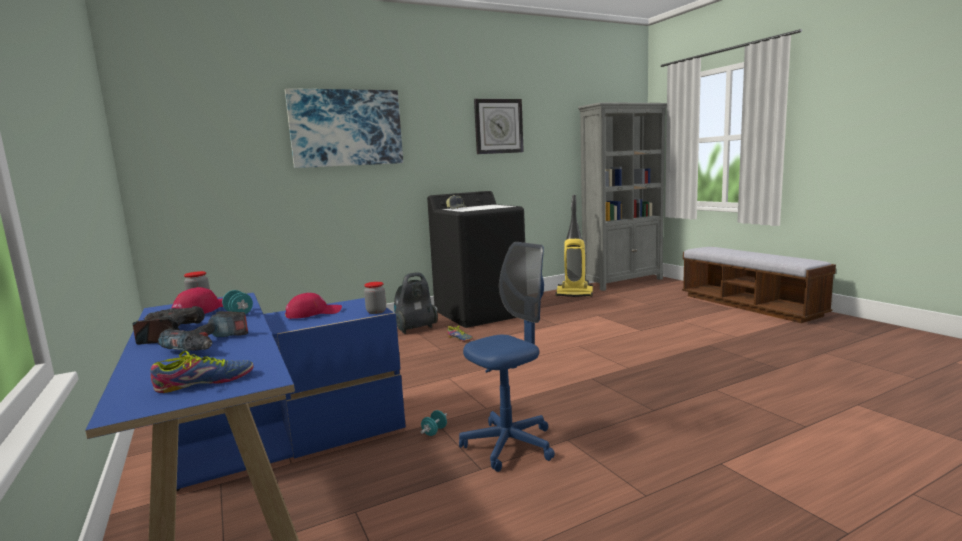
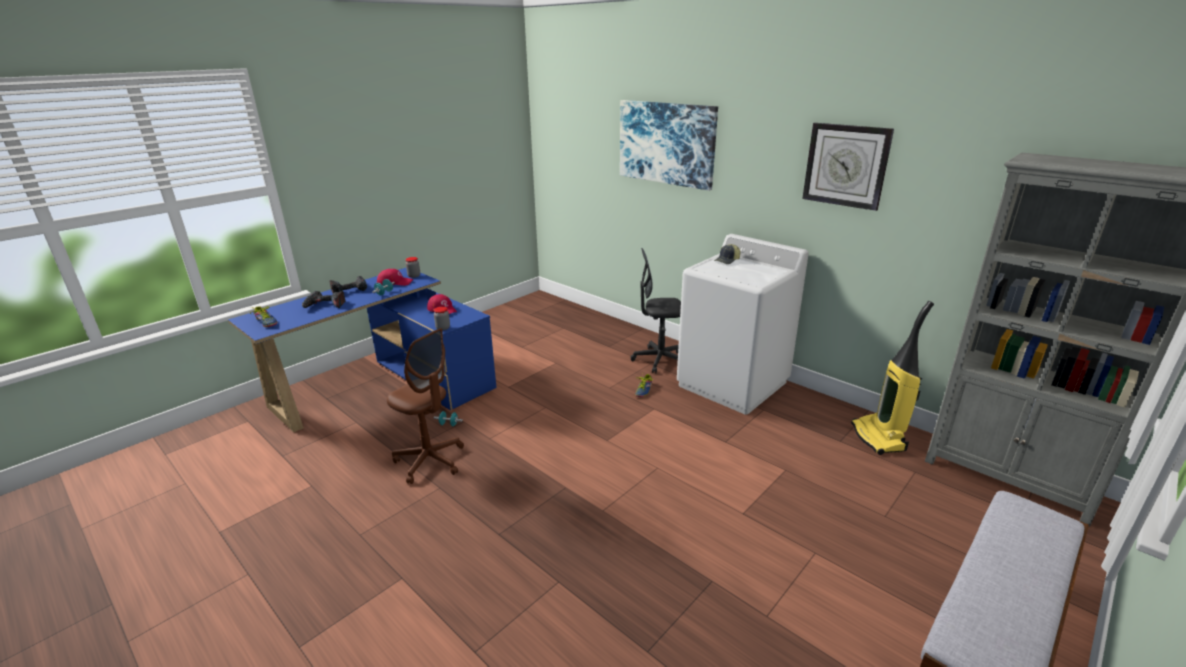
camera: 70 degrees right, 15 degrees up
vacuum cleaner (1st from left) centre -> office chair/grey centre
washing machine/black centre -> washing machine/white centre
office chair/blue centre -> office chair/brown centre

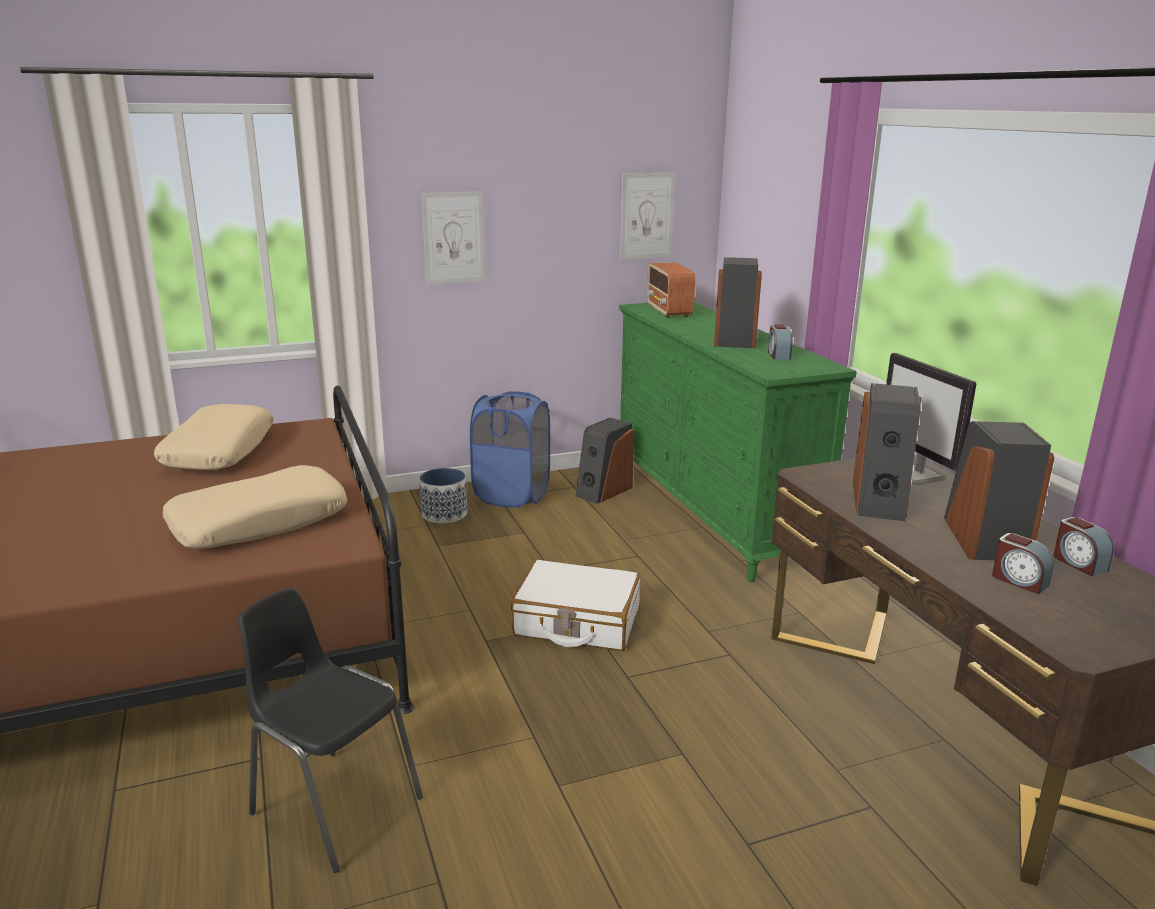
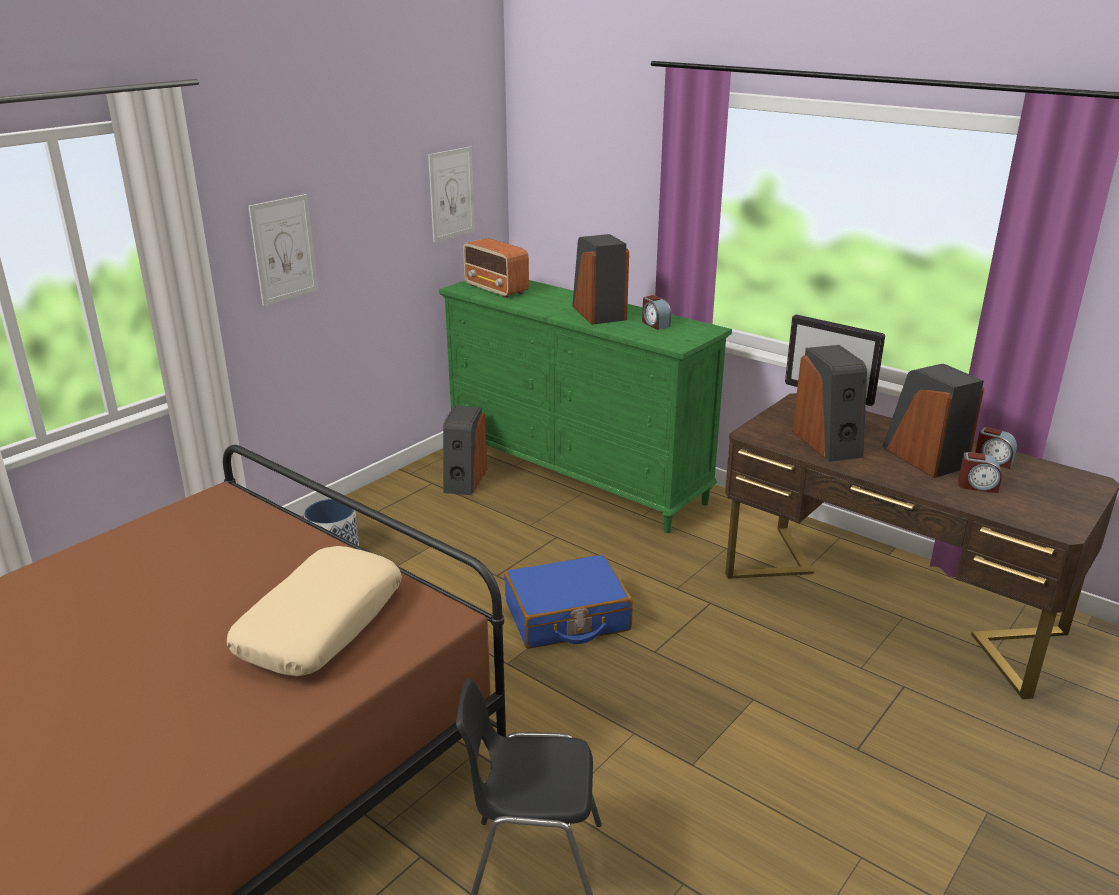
camera: 30 degrees left, 5 degrees up
pillow/beige (1st from left) middle left -> none
laundry basket/blue centre -> none
suitcase/white centre -> suitcase/blue bottom centre

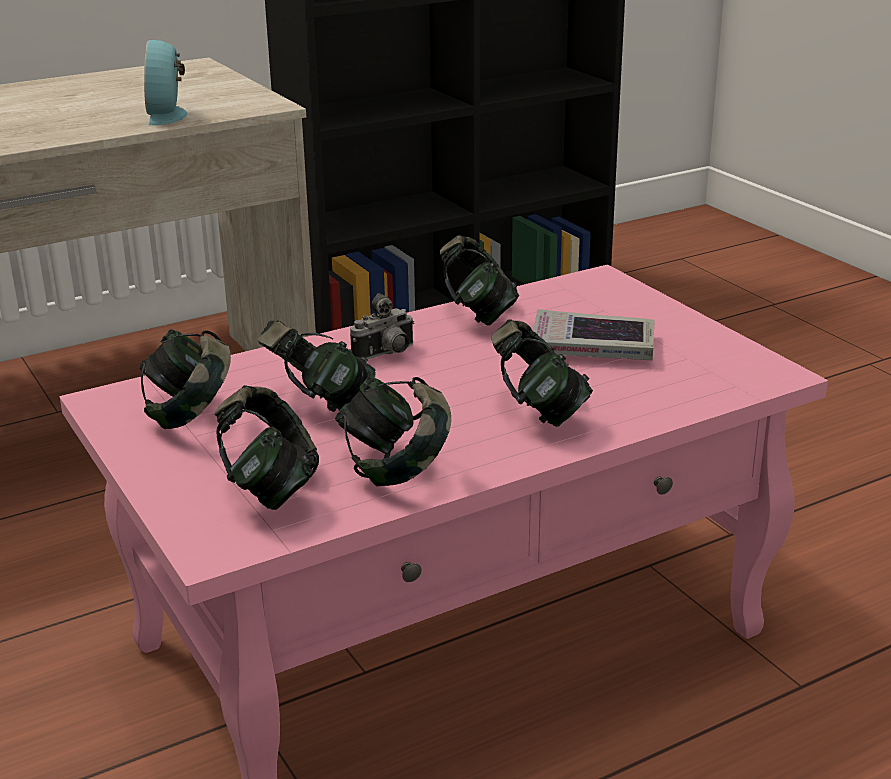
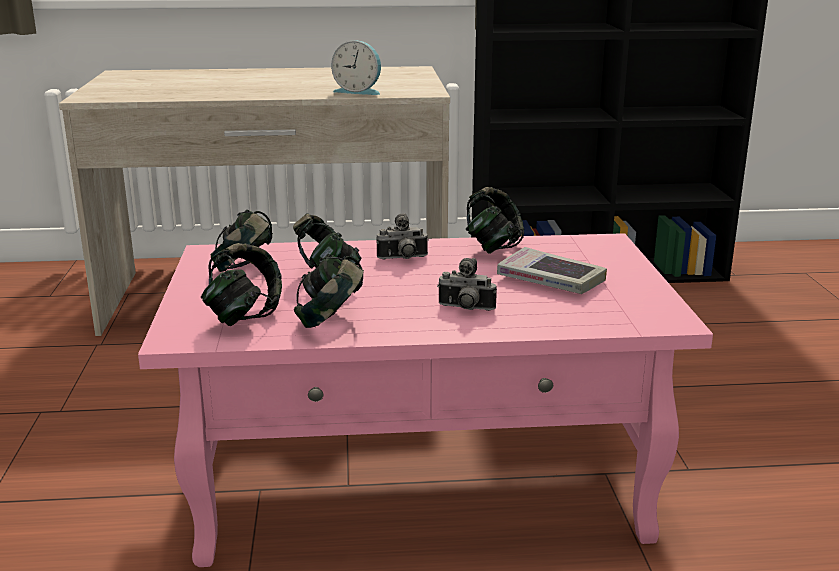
camera: 25 degrees right, 5 degrees down
headphones (6th from left) centre -> photo camera (2nd from left) centre
alarm clock top left -> alarm clock top centre, 90 degrees counterclockwise

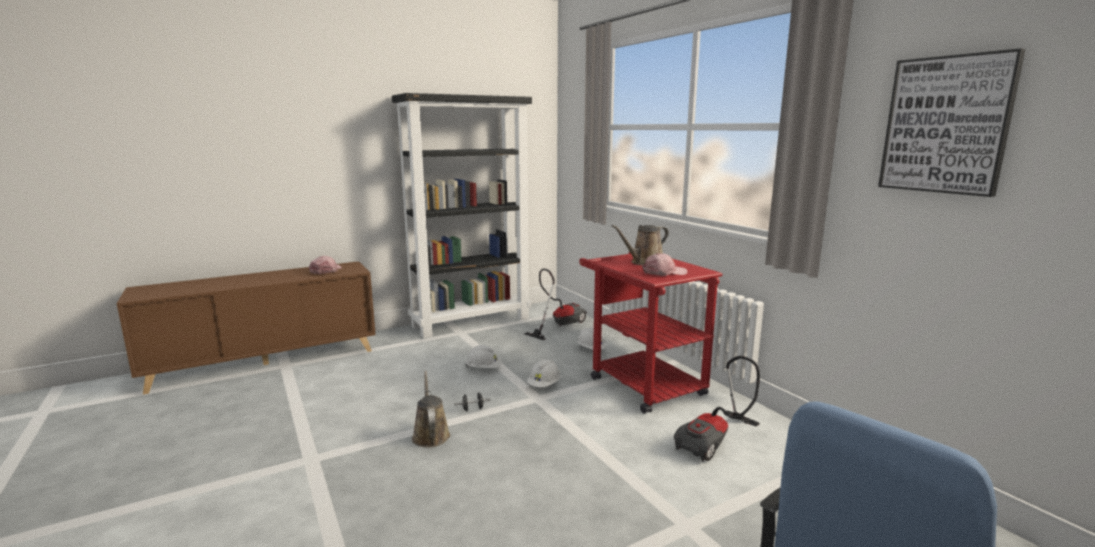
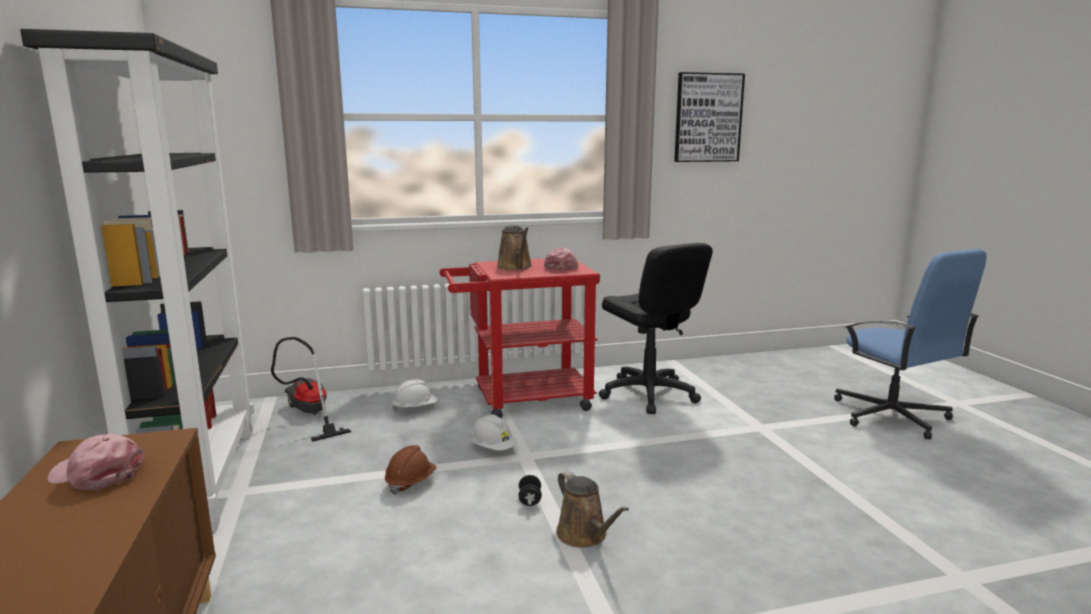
camera: 75 degrees left, 0 degrees up
vacuum cleaner (2nd from left) bottom centre -> office chair/black centre
hard hat/white (1st from left) centre -> hard hat/brown bottom centre
watering can/brown (1st from left in the first image) bottom centre -> watering can/brown (2nd from left) bottom centre, 120 degrees counterclockwise

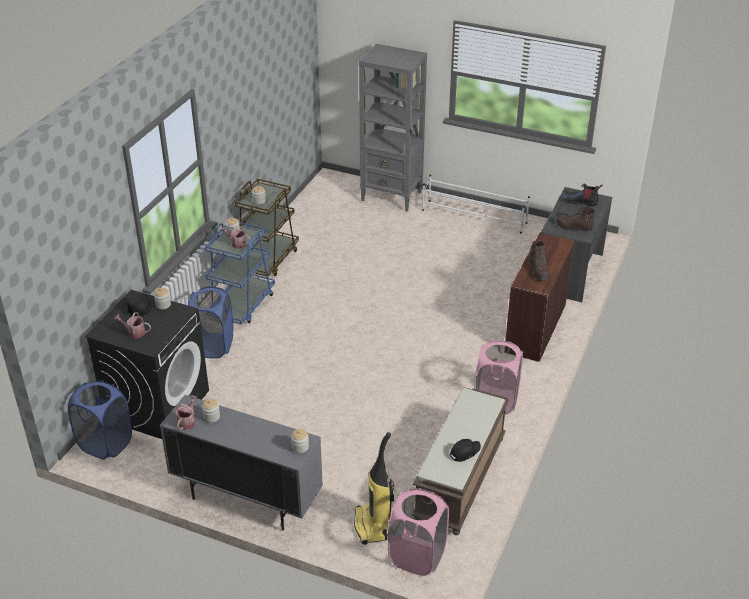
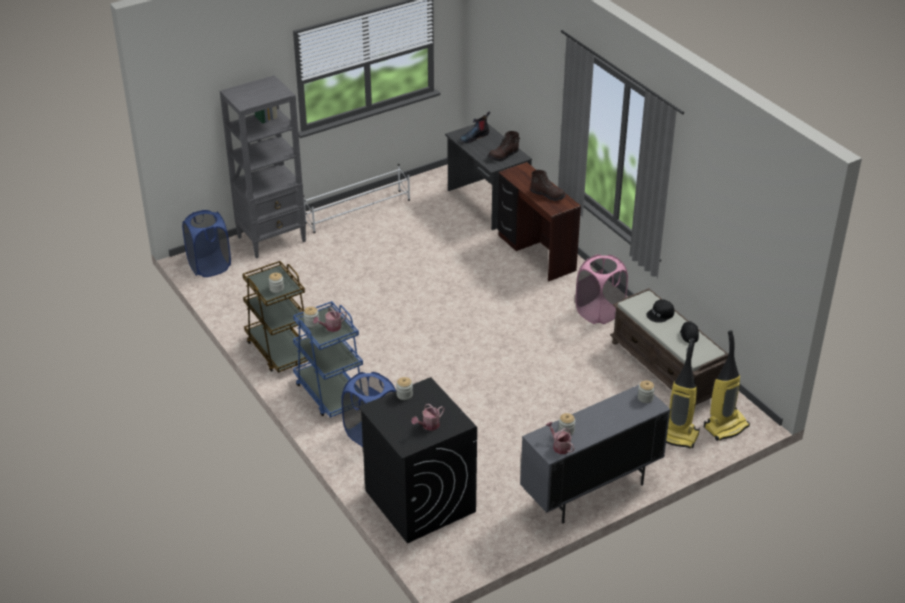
camera: 55 degrees left, 0 degrees up
laundry basket/blue (1st from left) bottom left -> laundry basket/blue (1st from left) middle left, move
cap/black (1st from left) middle left -> cap/black (1st from left) middle right, move
laundry basket/pink (1st from left) bottom centre -> vacuum cleaner (2nd from left) middle right

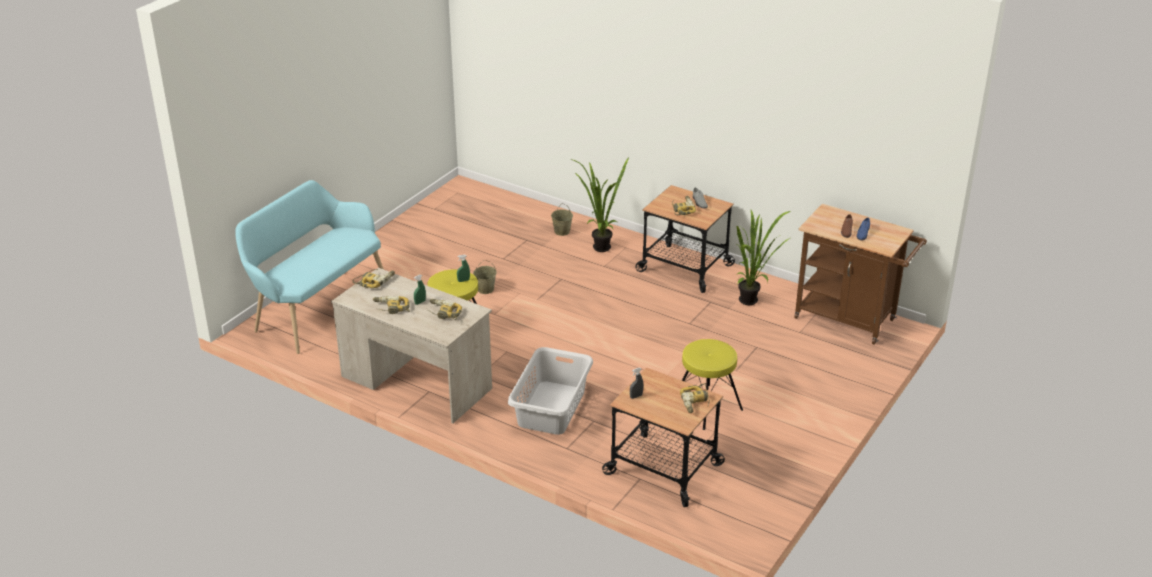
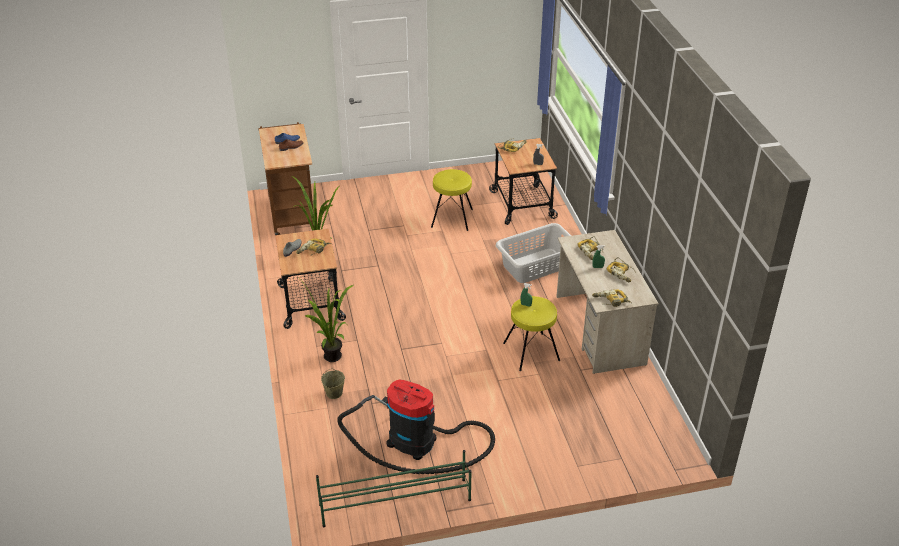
camera: 135 degrees left, 5 degrees up
bench/turquoise middle left -> none
bucket/beige (1st from left) centre -> none
none -> shoe rack/green bottom centre
none -> vacuum cleaner bottom centre

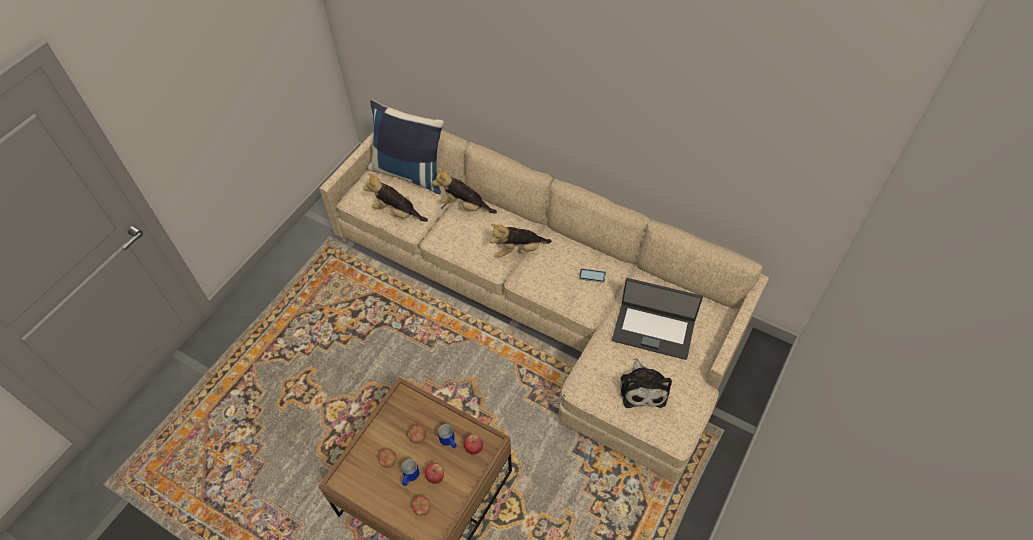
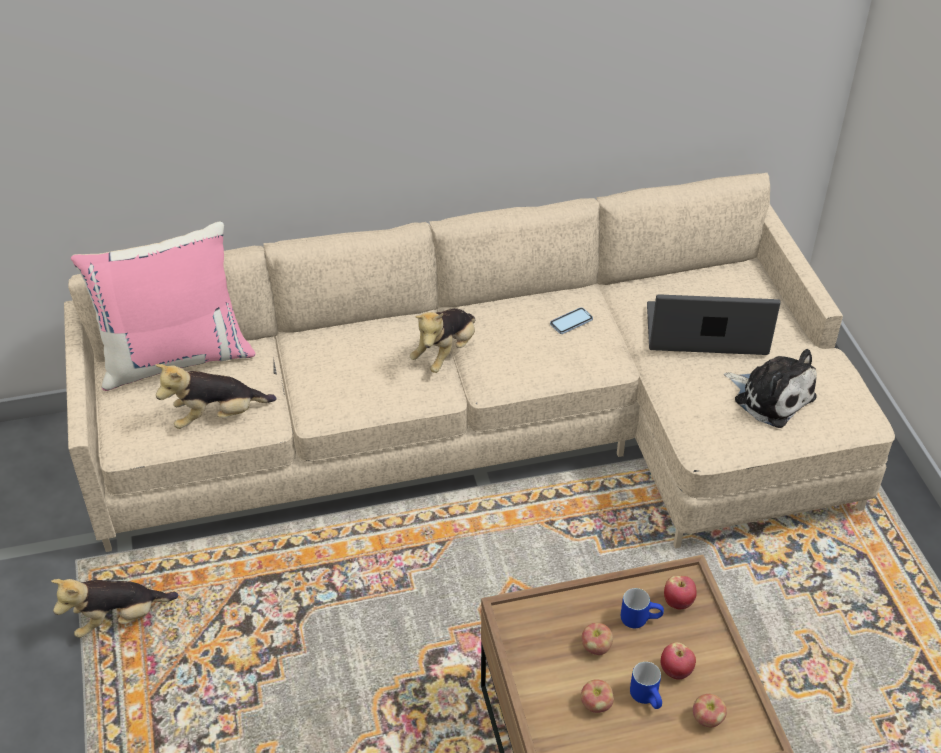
camera: 45 degrees left, 10 degrees down
plush toy (2nd from left in the first image) centre -> plush toy (1st from left) bottom left, move
pillow/blue top centre -> pillow/pink middle left
laptop centre -> laptop middle right, 150 degrees counterclockwise

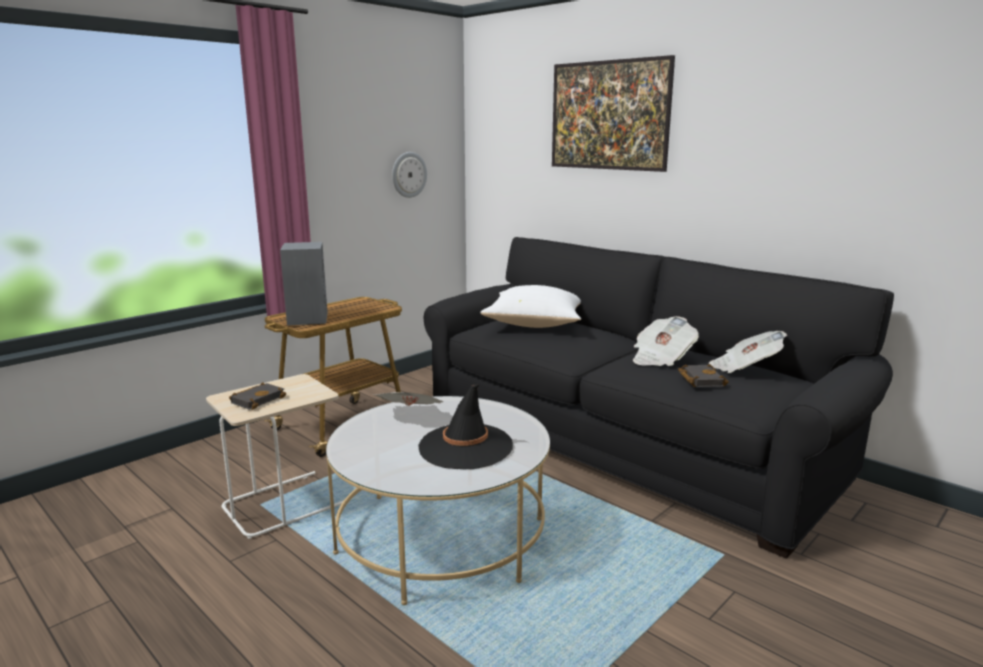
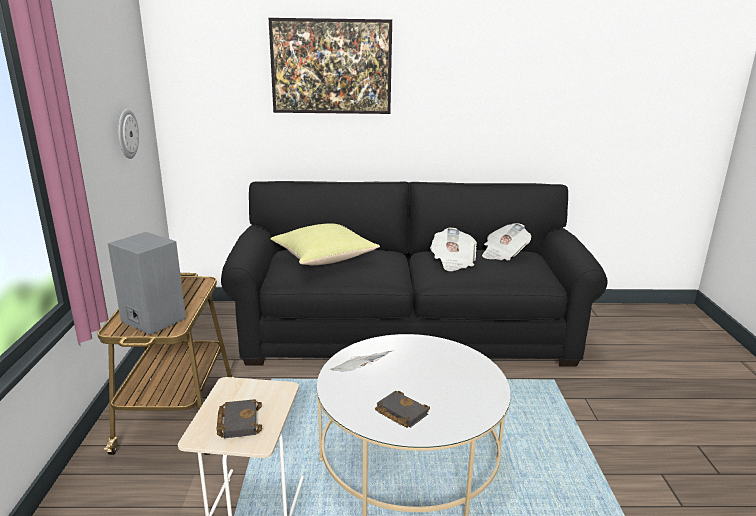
camera: 45 degrees left, 5 degrees up
hat/black centre -> none
book/black (2nd from left) middle right -> book/black (2nd from left) bottom centre, move
pillow/white centre -> pillow/yellow centre

